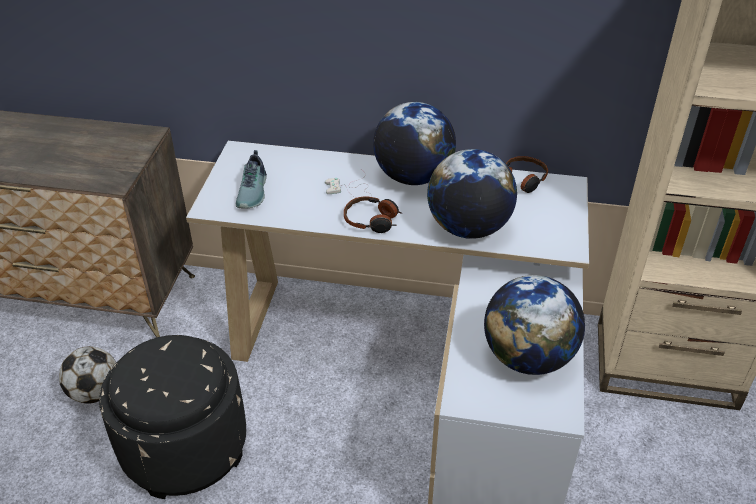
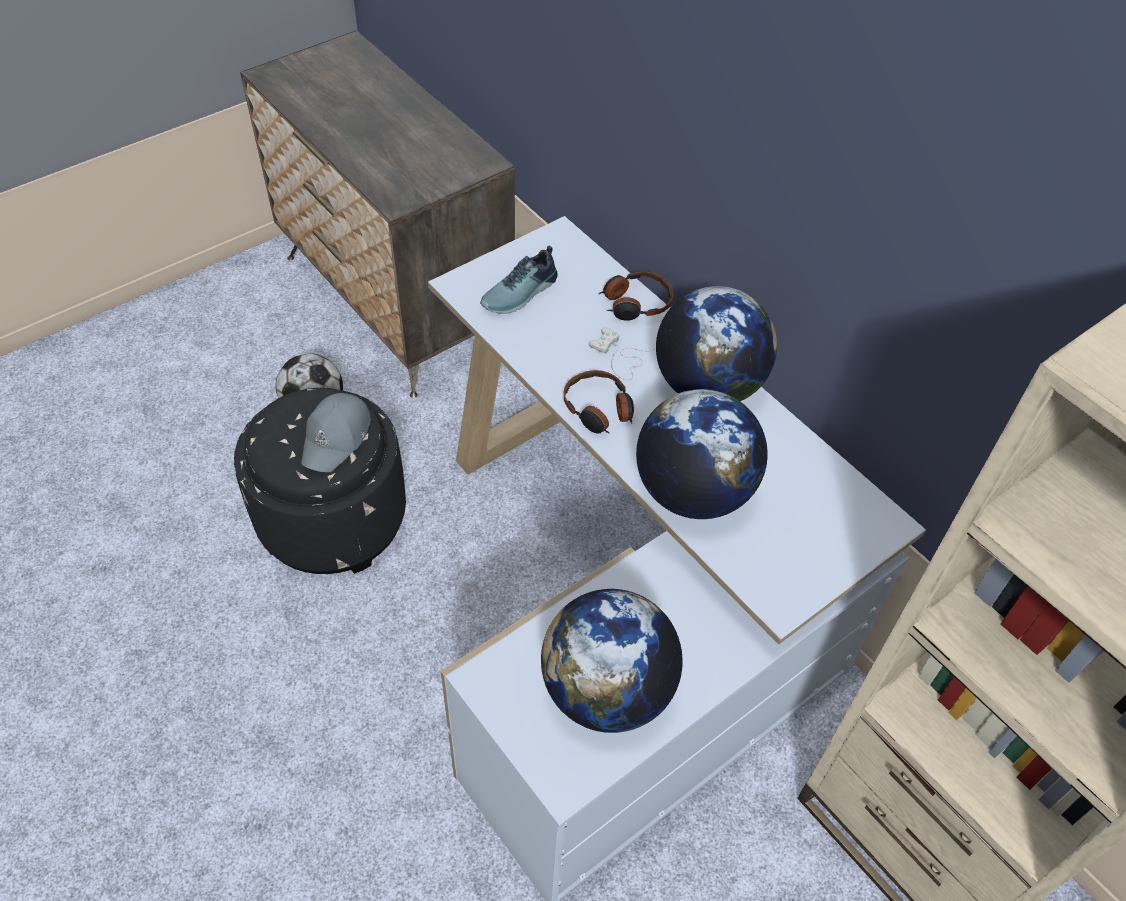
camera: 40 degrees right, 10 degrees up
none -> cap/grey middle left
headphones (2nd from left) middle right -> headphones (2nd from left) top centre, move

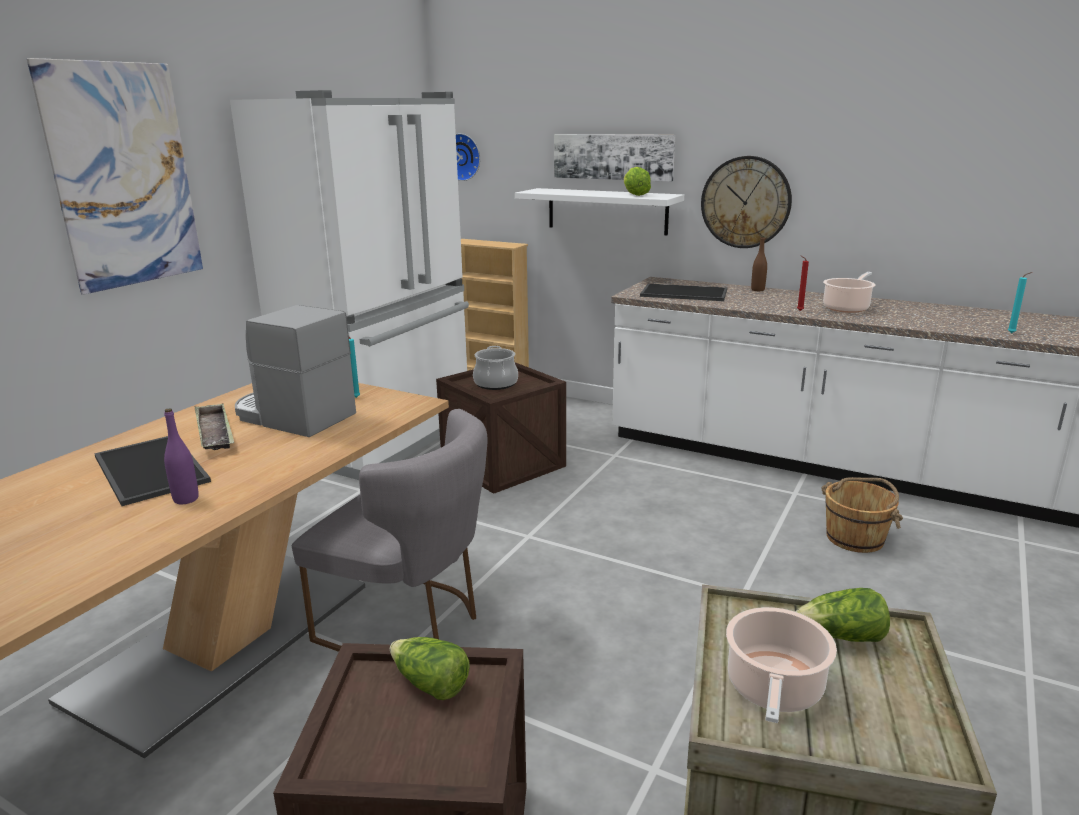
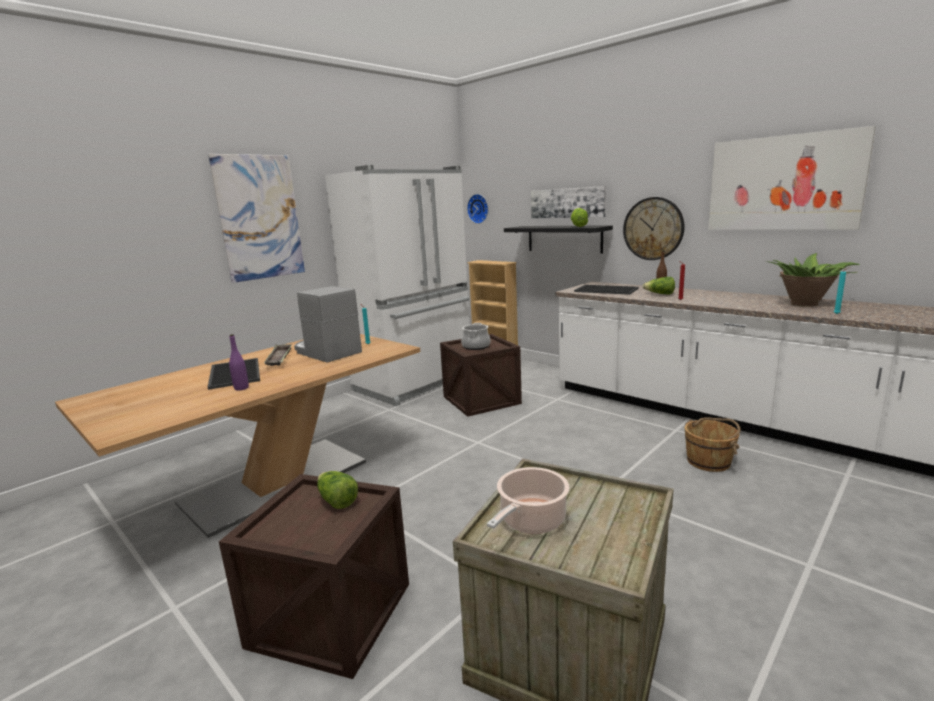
camera: 15 degrees right, 5 degrees down
chair/grey centre -> none
cooking pot (3rd from left) middle right -> none
none -> picture (3rd from left) top right
none -> potted plant middle right
lettuce (3rd from left) bottom right -> lettuce (3rd from left) middle right, move
shelf/white top centre -> shelf/black centre

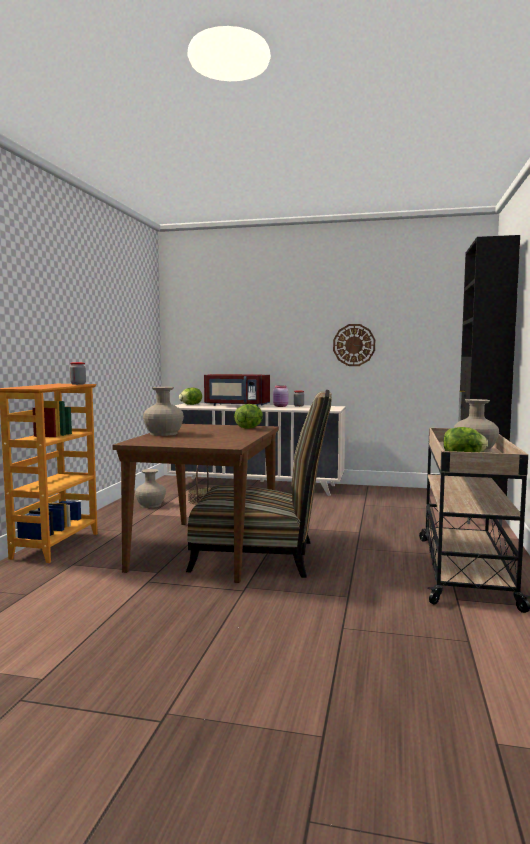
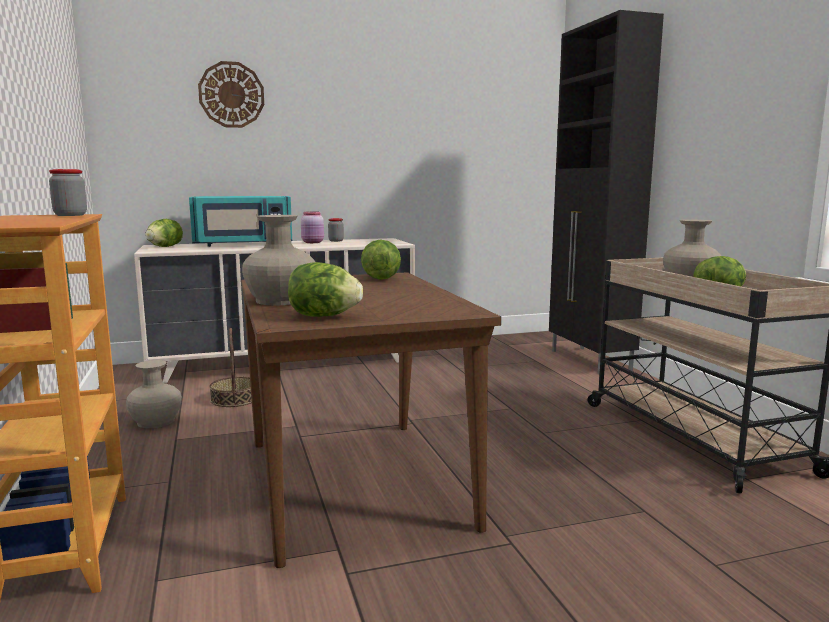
camera: 30 degrees left, 5 degrees up
chair centre -> none
none -> lettuce (2nd from left) centre
wall clock middle right -> wall clock top left, move
microwave/red centre -> microwave/turquoise middle left

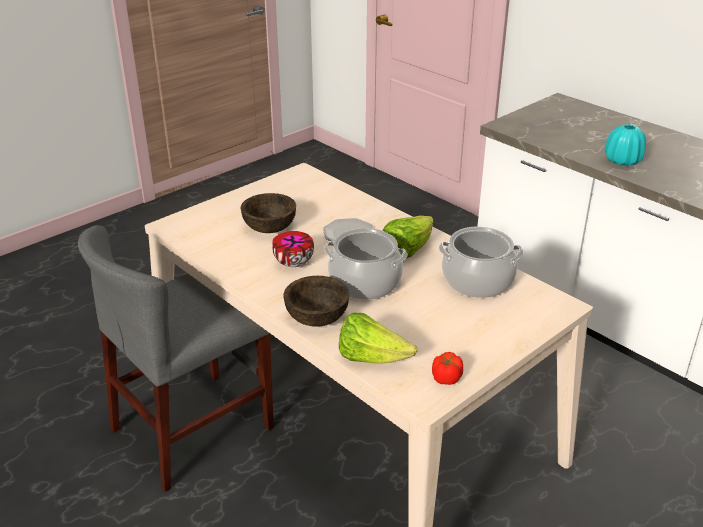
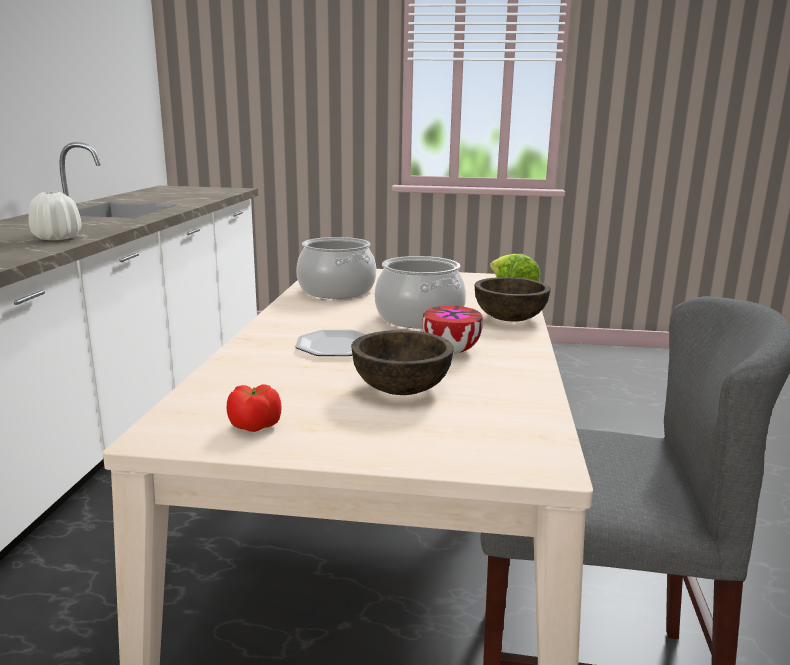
camera: 130 degrees left, 15 degrees down
lettuce (2nd from left) centre -> none
tomato bottom centre -> tomato middle left, move
vase/turquoise top right -> vase/white top left

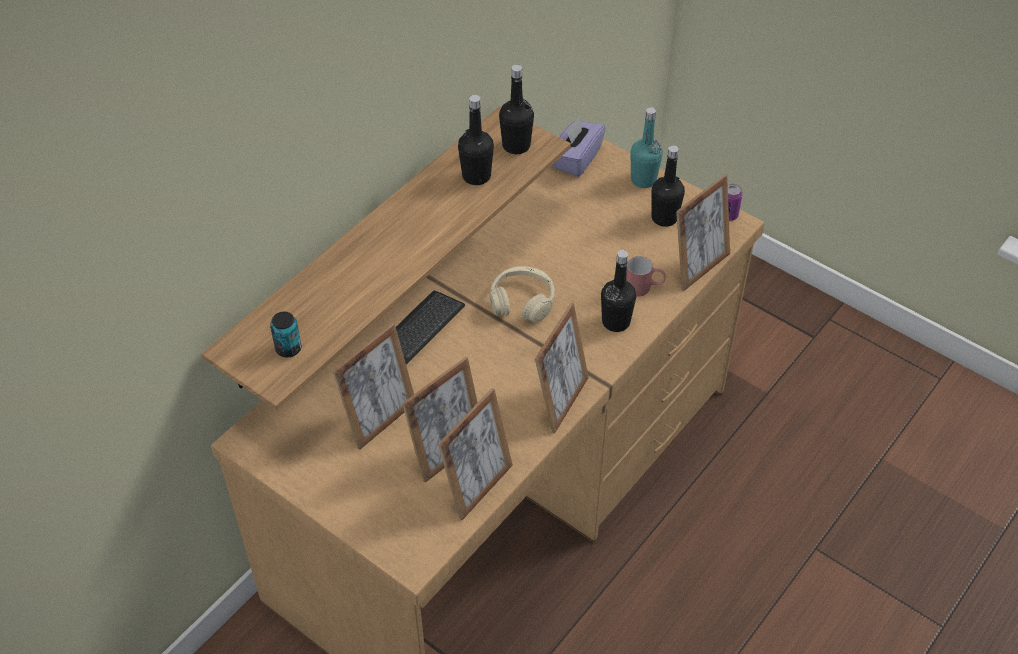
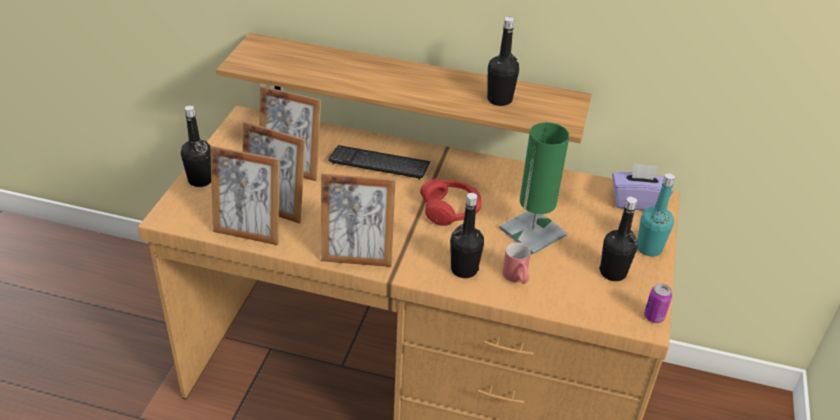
camera: 65 degrees right, 10 degrees down
can (1st from left) middle left -> none
picture frame (5th from left) middle right -> none
none -> table lamp/green centre
bottle/black (2nd from left in the first image) top centre -> bottle/black (1st from left) middle left, move
headphones/beige centre -> headphones/red centre

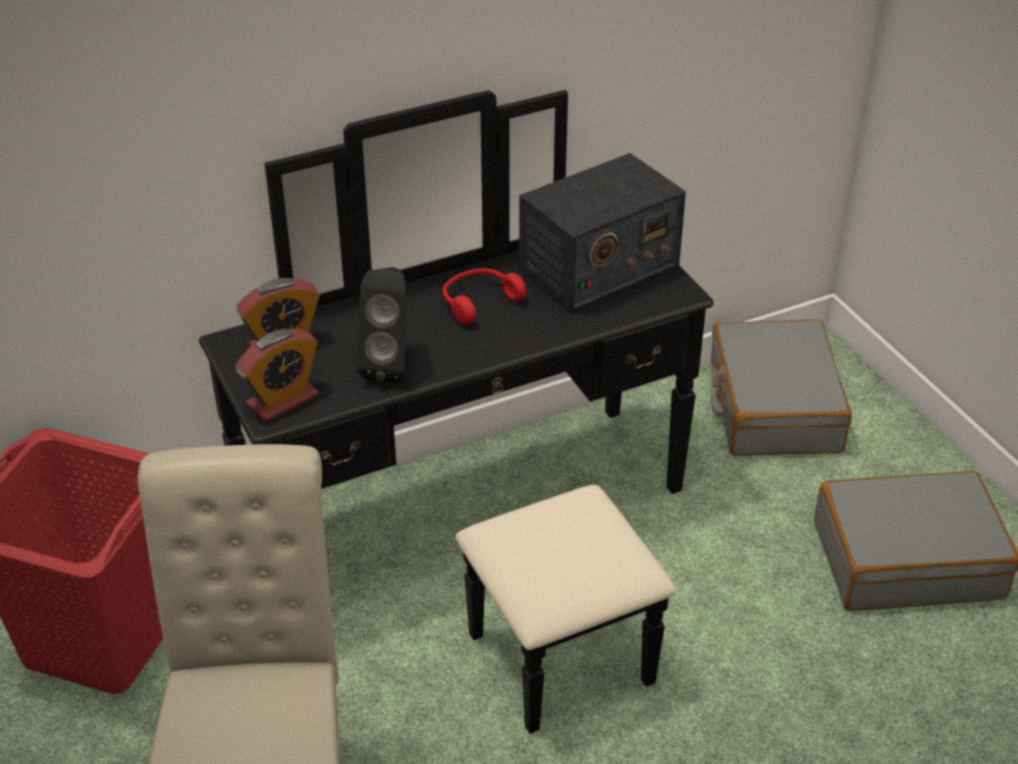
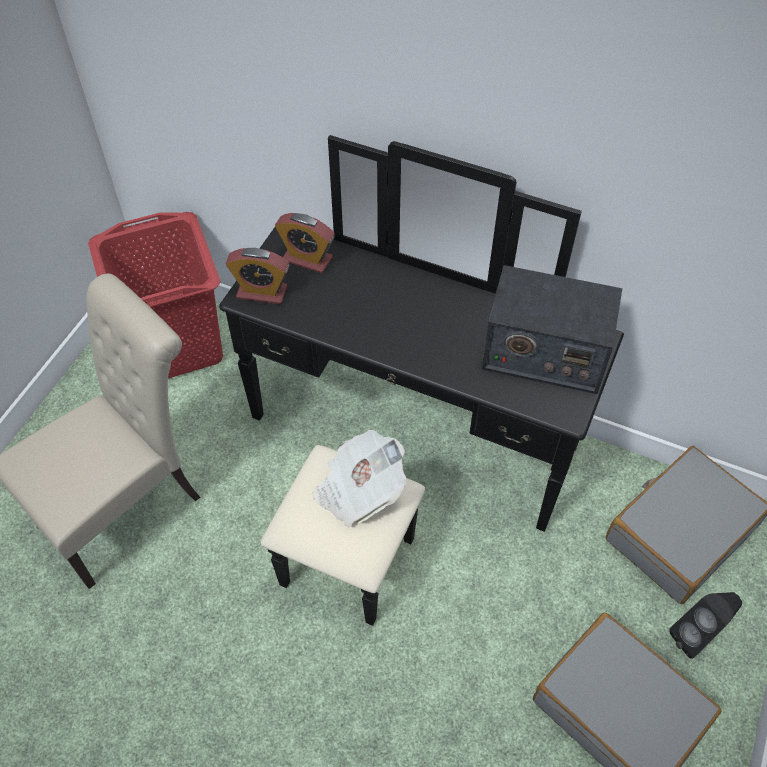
camera: 50 degrees right, 15 degrees up
headphones/red centre -> none
none -> newspaper centre
speaker/black centre -> speaker/black bottom right, move

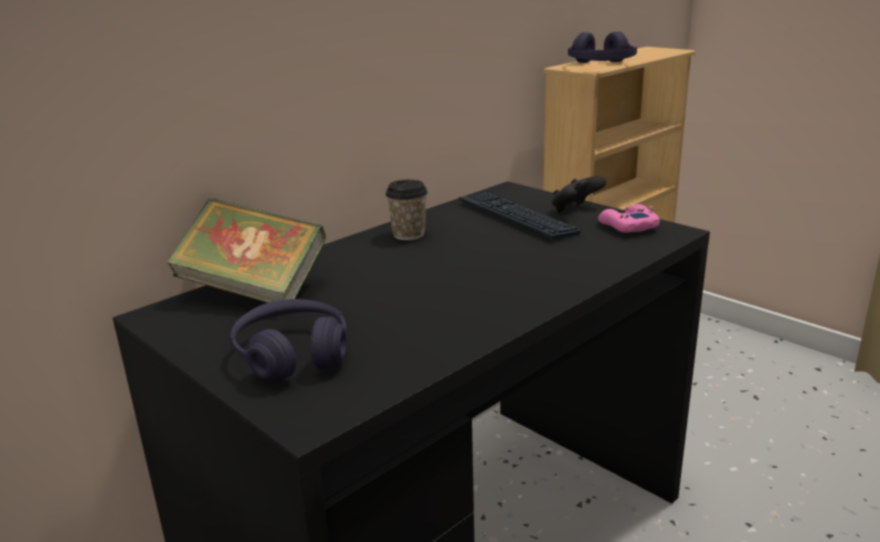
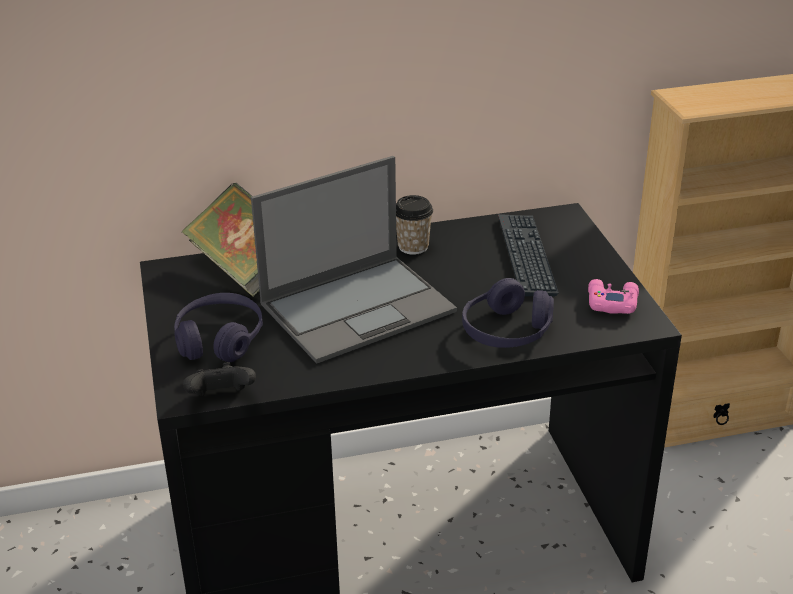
camera: 30 degrees right, 10 degrees up
none -> laptop centre
game controller/black centre -> game controller/black middle left, move
headphones/purple (2nd from left) top right -> headphones/purple (2nd from left) centre, move

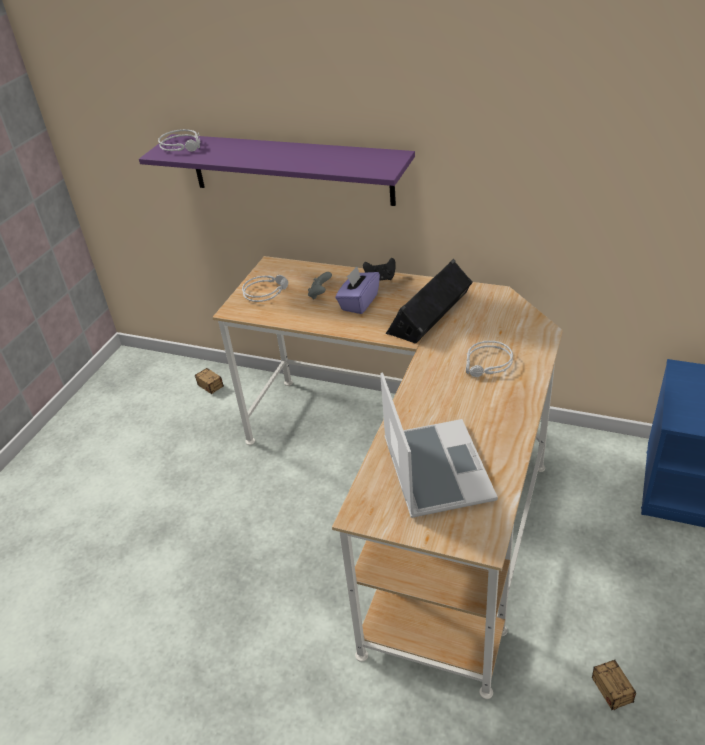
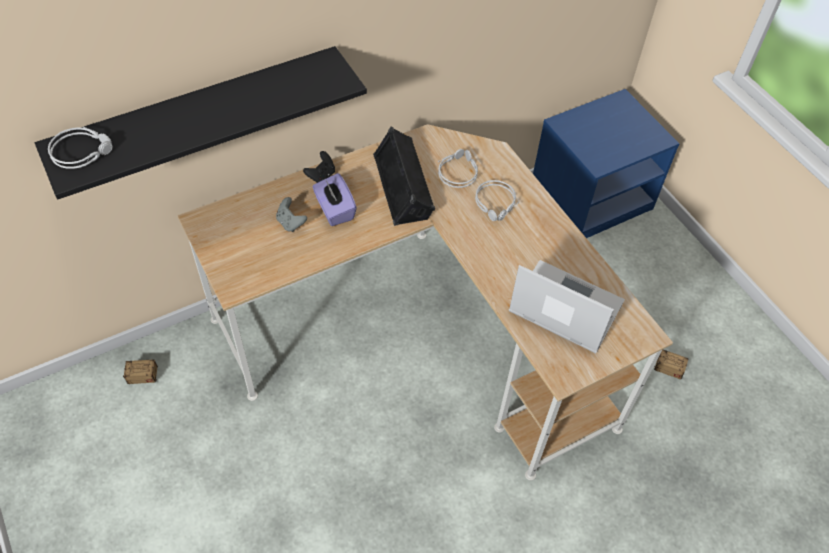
camera: 55 degrees left, 15 degrees up
headphones/grey (2nd from left) centre -> headphones/grey (2nd from left) top centre, move
shelf/purple top centre -> shelf/black top left

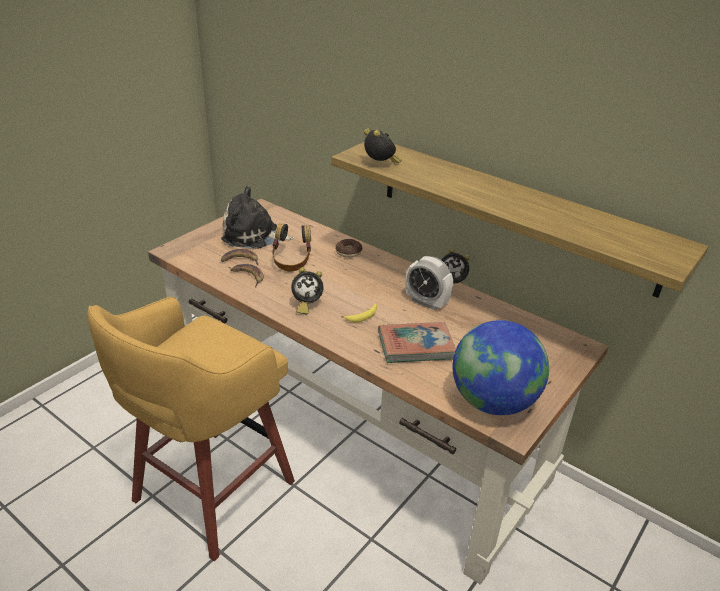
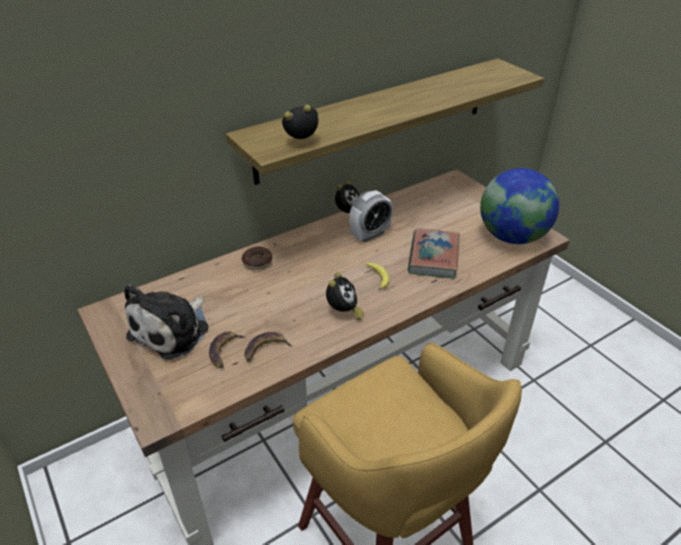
camera: 70 degrees left, 5 degrees up
headphones centre -> none

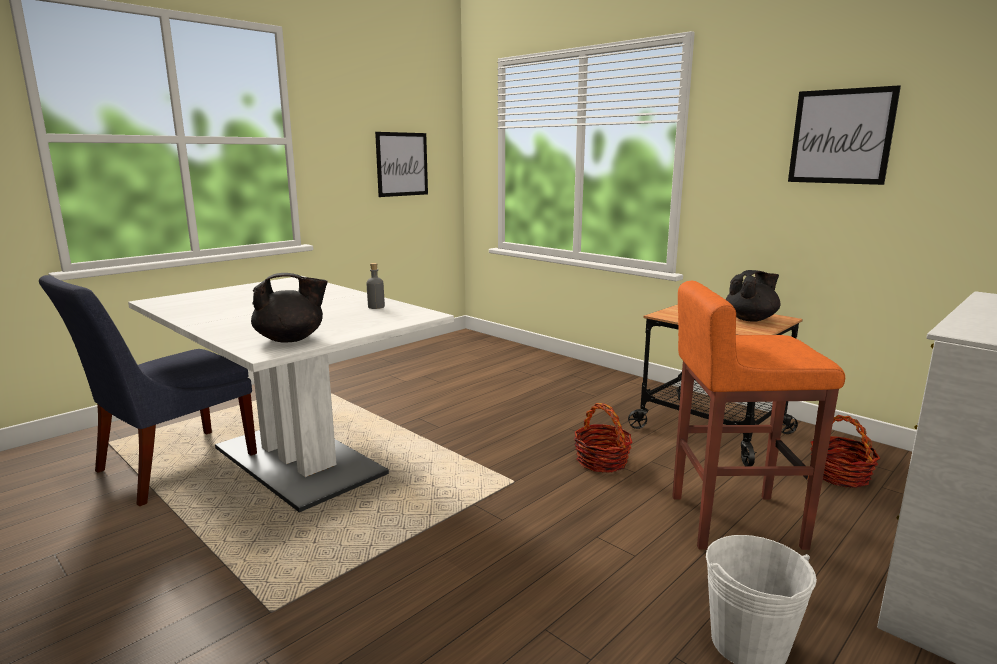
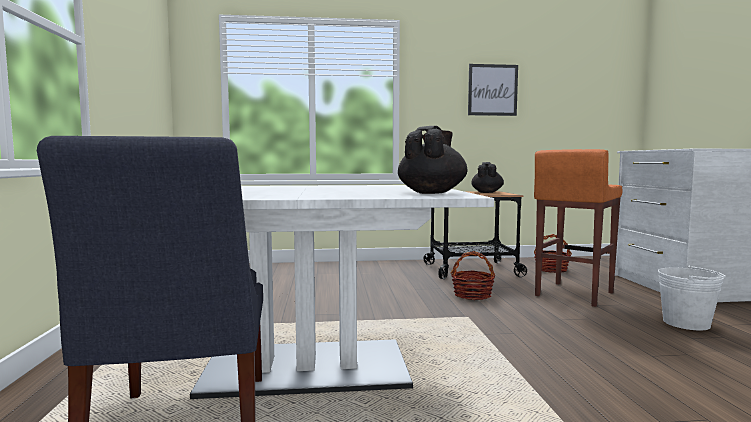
camera: 50 degrees left, 10 degrees down
bottle/grey centre -> none
picture (1st from left) top centre -> none

